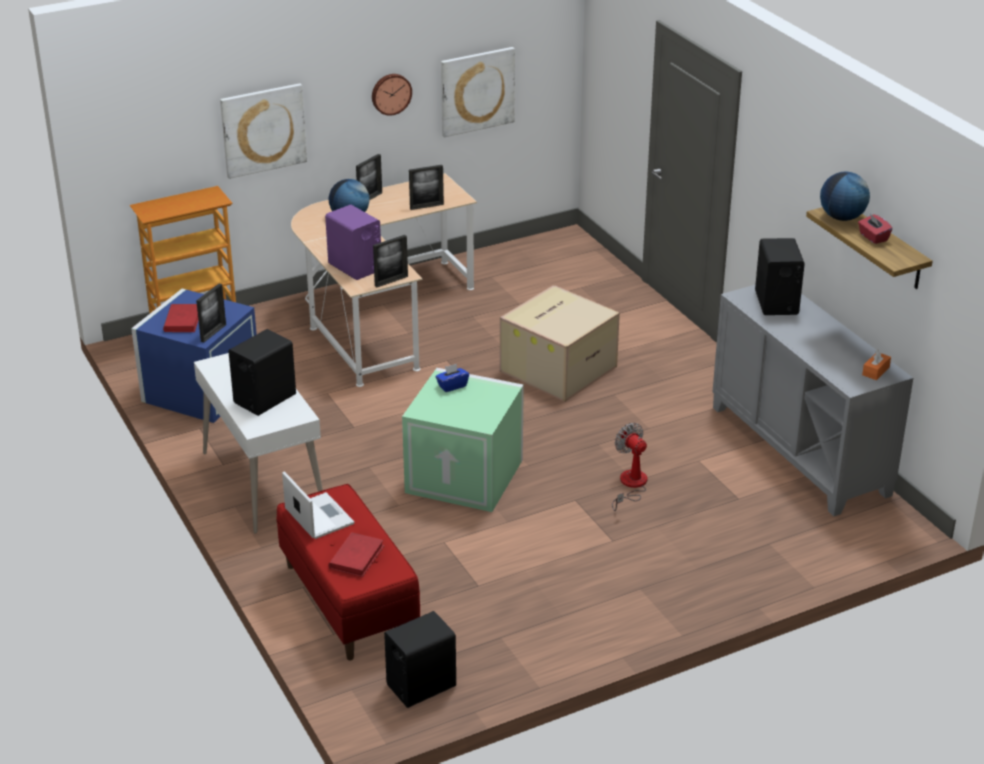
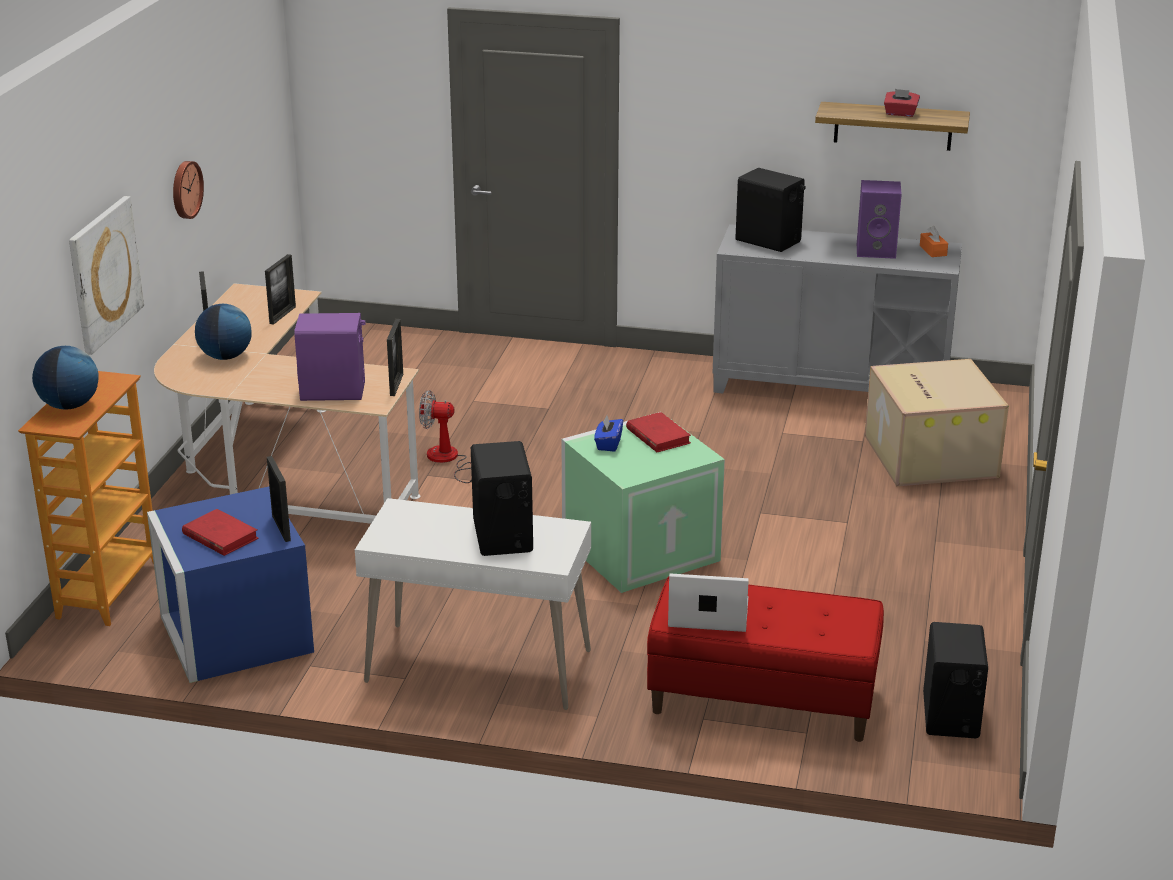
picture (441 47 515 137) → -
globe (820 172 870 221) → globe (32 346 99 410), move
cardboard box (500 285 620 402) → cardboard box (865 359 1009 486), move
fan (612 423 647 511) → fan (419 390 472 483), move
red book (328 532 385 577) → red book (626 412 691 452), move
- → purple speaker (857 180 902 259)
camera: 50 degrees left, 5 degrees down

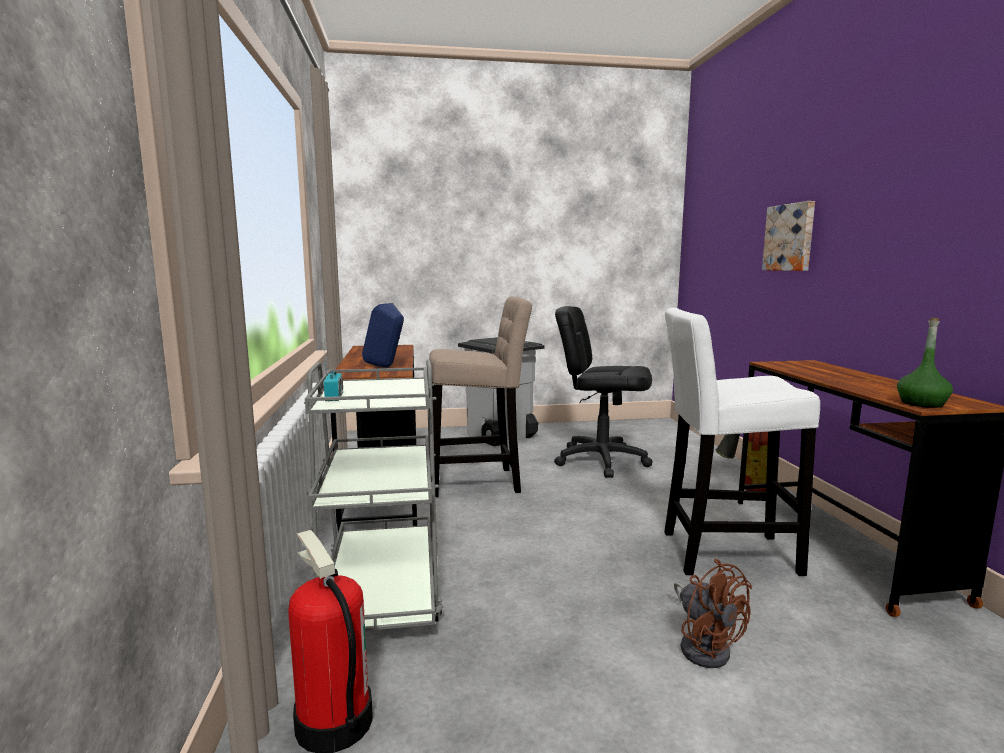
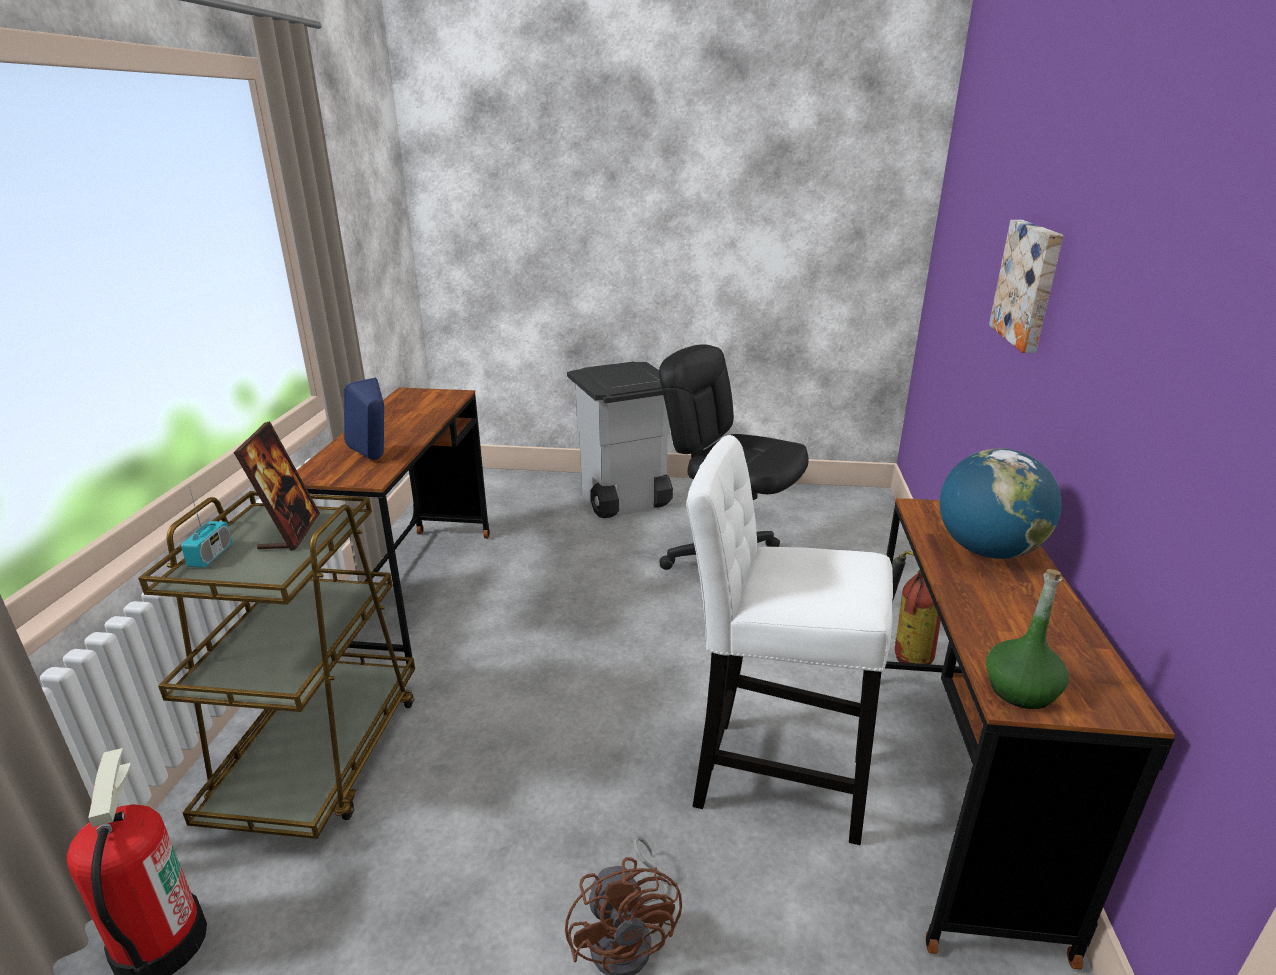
beige stool (429 297 532 497) → -
grey cart (304 359 443 631) → brown cart (138 491 415 839)
- → picture frame (233 421 320 551)
- → globe (939 448 1062 559)
camera: 15 degrees right, 15 degrees up

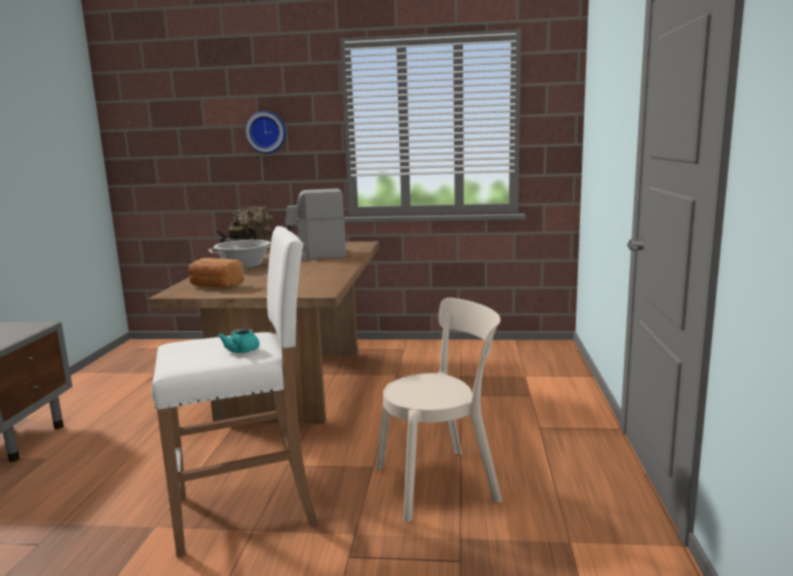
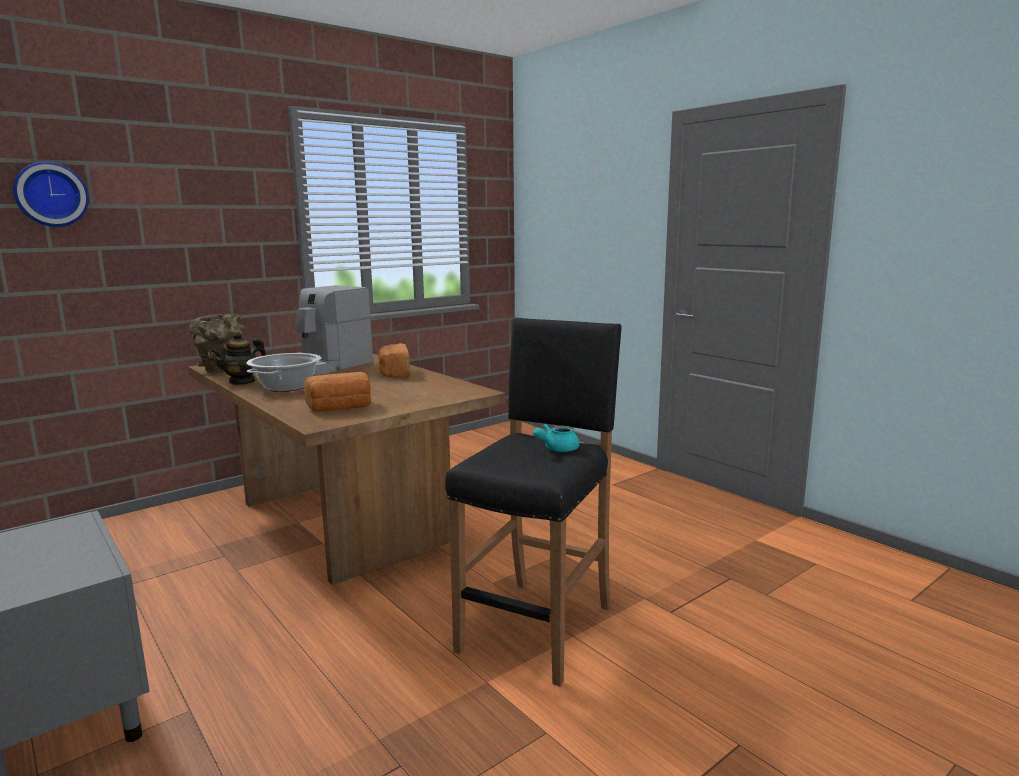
wall clock (246 111 286 154) → wall clock (13 161 89 227), move
white stool (151 226 319 558) → black stool (445 318 622 686)
beige chair (376 298 502 522) → -
turquoise teapot (218 328 259 353) → turquoise teapot (533 424 579 452), 105 degrees clockwise
- → bread (378 343 410 378)
camera: 45 degrees left, 0 degrees up

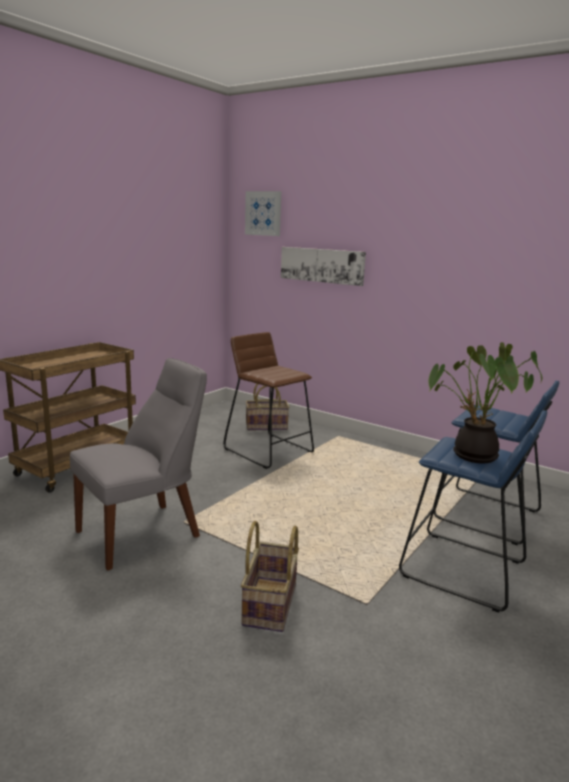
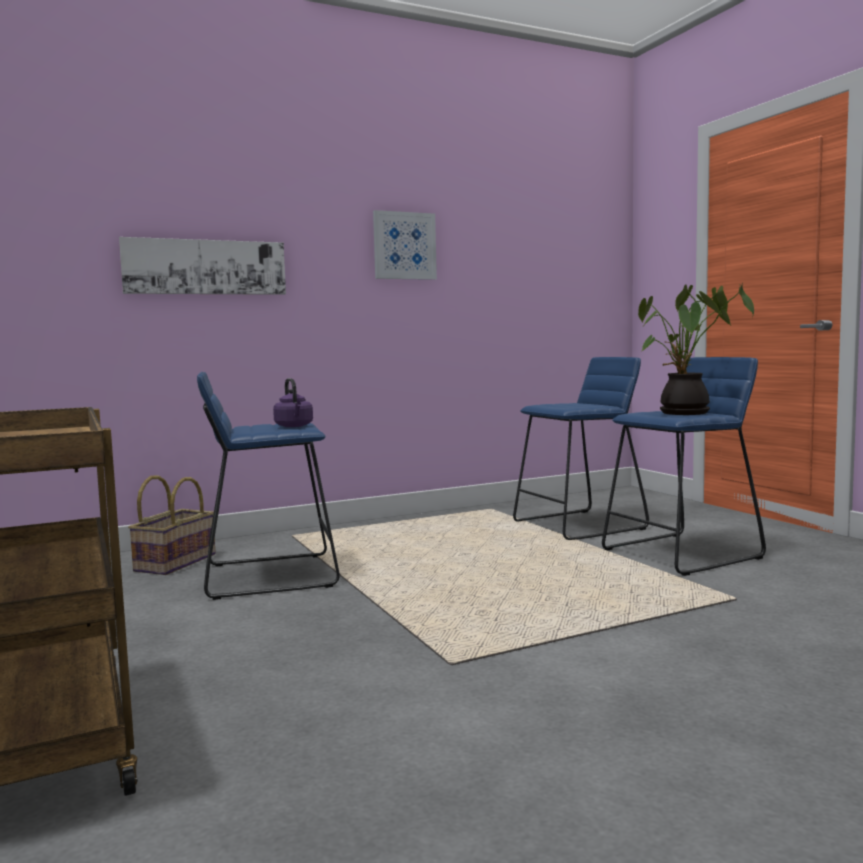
picture (245 191 281 236) → picture (373 210 437 280), move
brown stool (223 332 314 469) → blue stool (197 372 340 600)
grey chair (70 358 207 571) → -
basket (241 521 299 632) → -
- → purple kettle (273 378 313 427)
camera: 60 degrees left, 10 degrees down

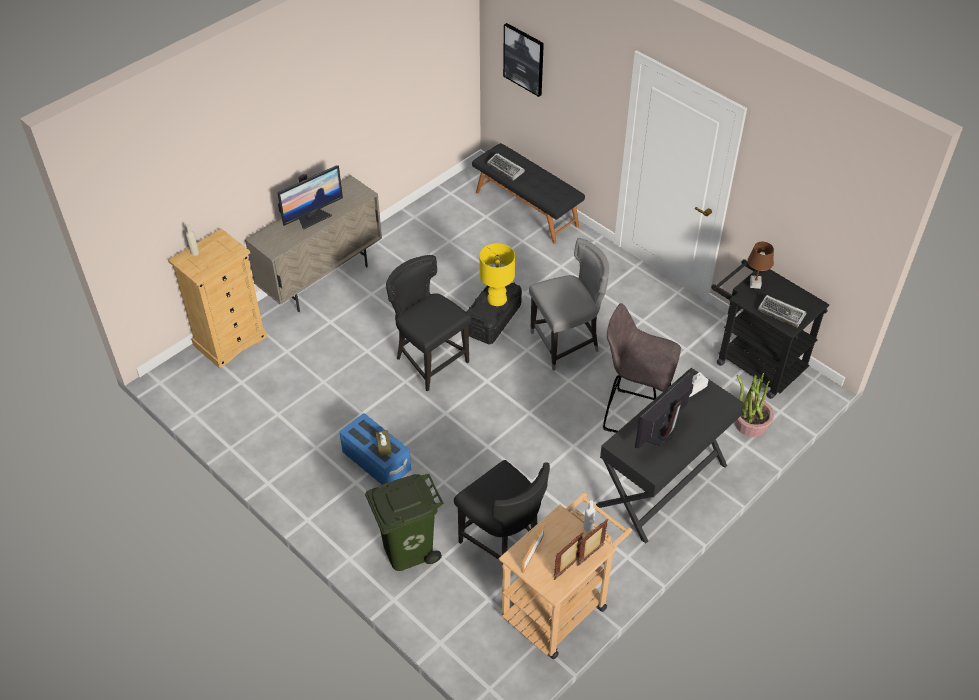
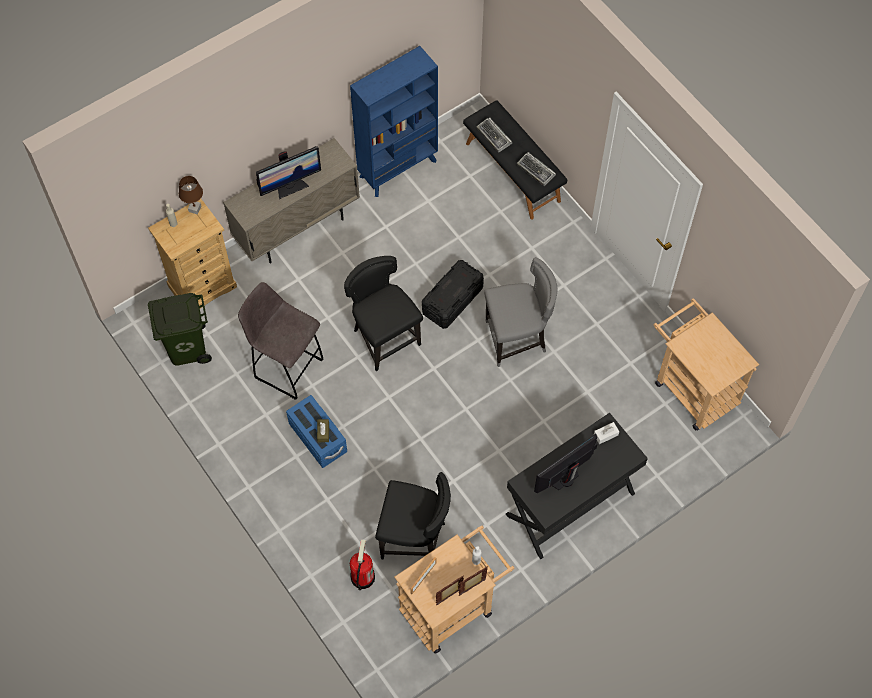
picture (503 23 544 97) → -
brown table lamp (747 242 774 289) → brown table lamp (179 176 203 214), move
yellow table lamp (479 243 515 306) → -
black cart (711 259 829 399) → beige cart (654 298 759 430)
keyboard (758 295 807 328) → keyboard (517 152 556 186), move
grey stool (603 303 681 433) → grey stool (238 282 323 400), move
potted plant (735 373 774 437) → -
black chair (454 460 550 565) → black chair (375 472 451 559), 45 degrees counterclockwise
green trash can (365 474 443 571) → green trash can (148 293 212 366), move
- → blue bookcase (350 46 438 197)
- → fire extinguisher (350 540 375 590)
camera: 10 degrees right, 15 degrees up

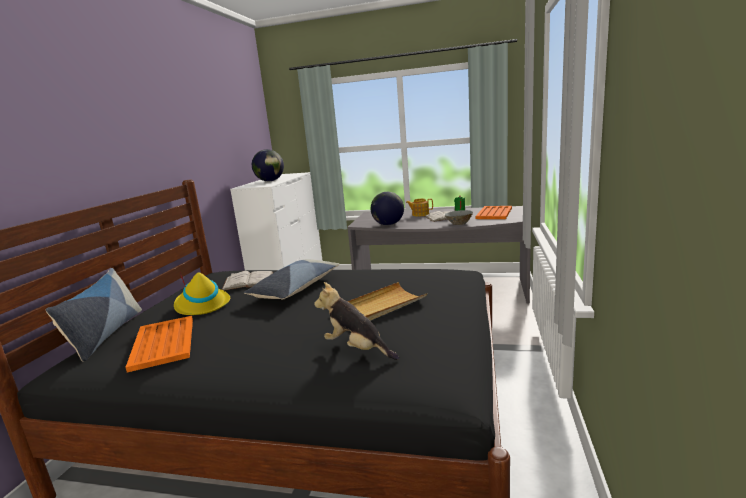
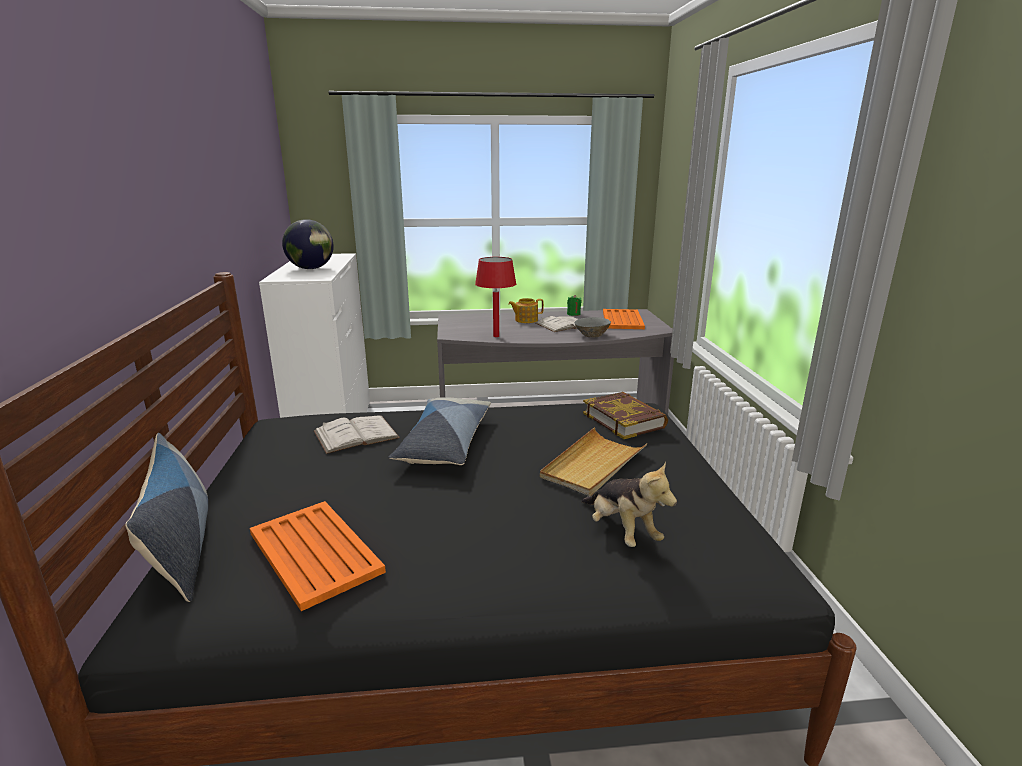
globe (371 192 404 225) → red table lamp (475 257 516 337)
yellow hat (174 272 230 315) → -
plush toy (314 282 399 360) → plush toy (581 462 677 547), 135 degrees counterclockwise
- → book (583 392 668 439)
camera: 20 degrees left, 5 degrees up

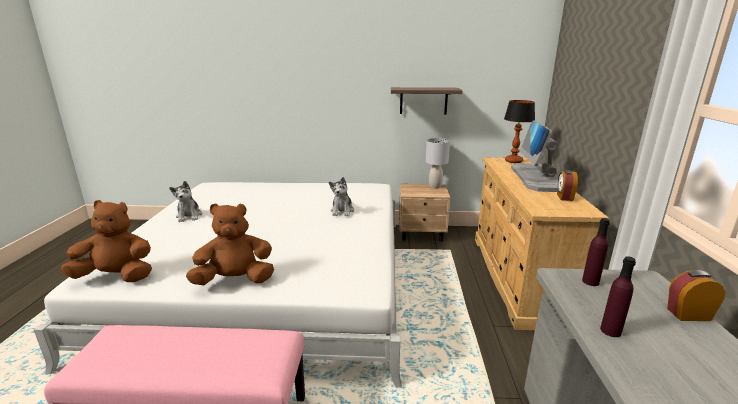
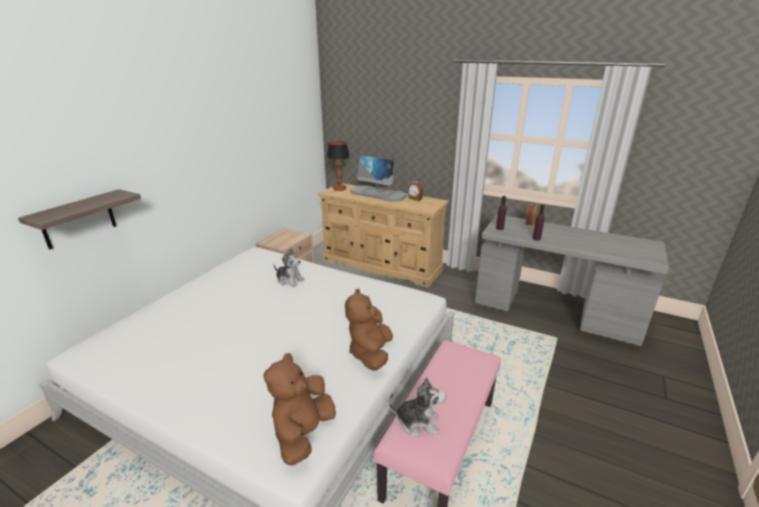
shelf (391 87 462 114) → shelf (18 189 141 250), move
grey table lamp (425 138 450 189) → -
plush toy (169 181 202 222) → plush toy (389 377 446 437), move
camera: 65 degrees left, 5 degrees up

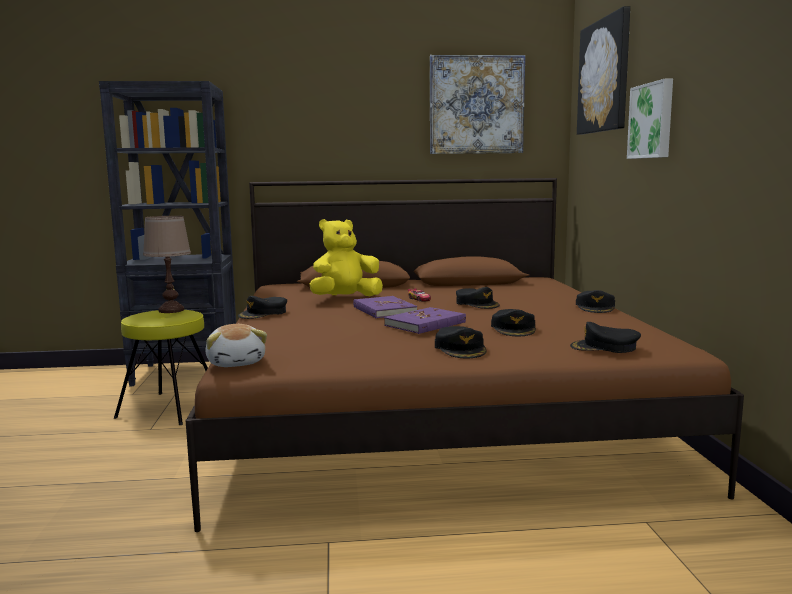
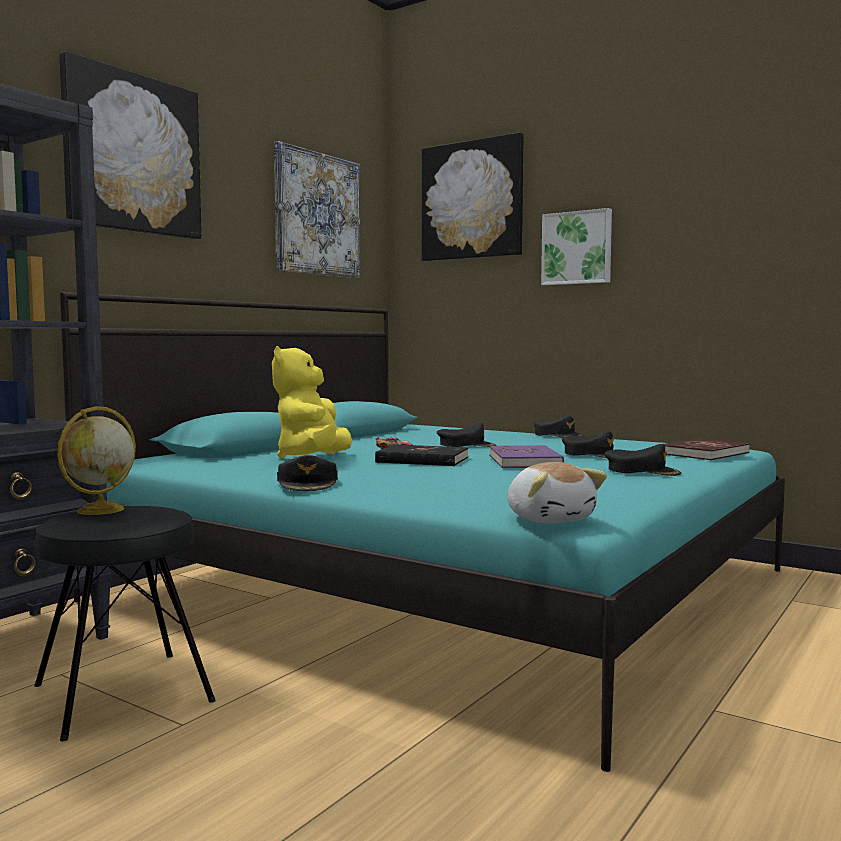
brown bed (185 178 744 532) → turquoise bed (60 292 785 772)
brown table lamp (143 216 191 313) → globe (57 406 136 515)
purple book (353 296 417 318) → black book (375 445 468 466)
yellow stool (114 310 208 425) → black stool (34 506 216 741)
black cap (570 322 641 353) → red book (664 438 750 460)
plush toy (205 324 267 367) → plush toy (507 462 607 524), 45 degrees clockwise
- → picture (59 51 202 239)
camera: 50 degrees left, 5 degrees down

